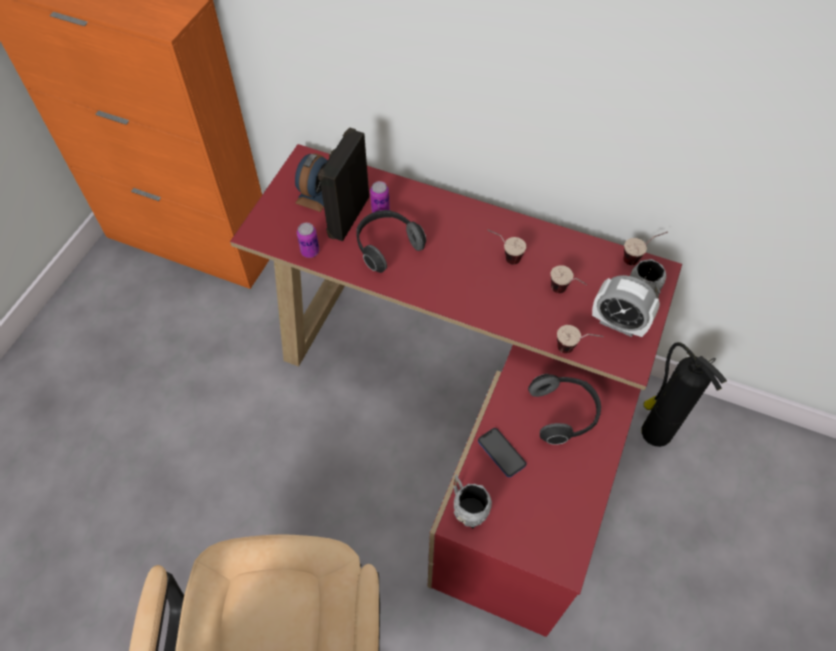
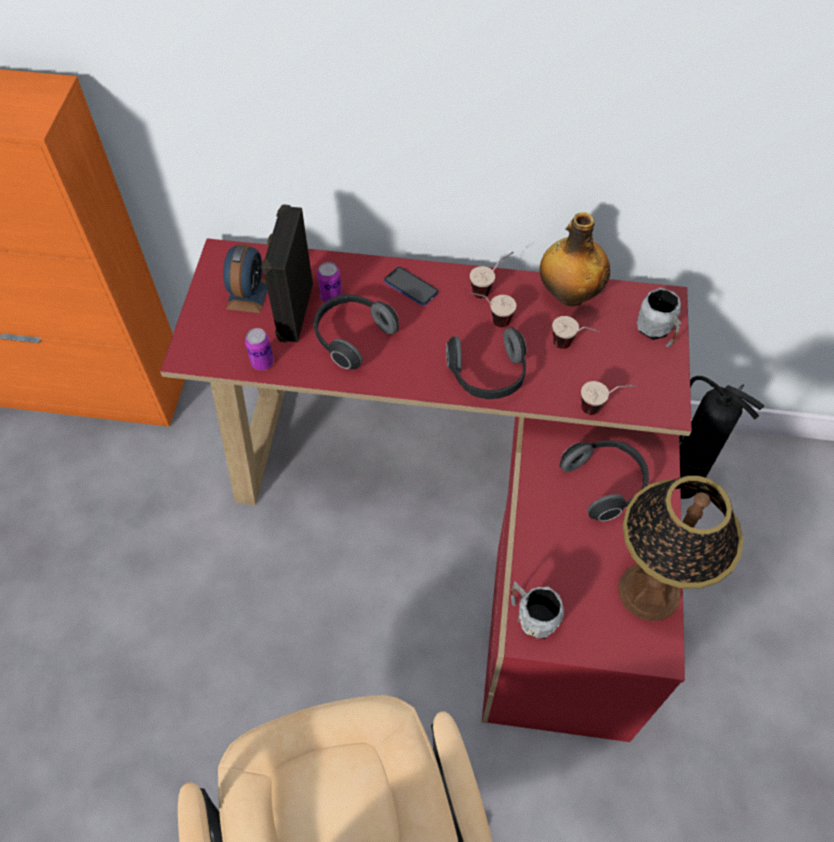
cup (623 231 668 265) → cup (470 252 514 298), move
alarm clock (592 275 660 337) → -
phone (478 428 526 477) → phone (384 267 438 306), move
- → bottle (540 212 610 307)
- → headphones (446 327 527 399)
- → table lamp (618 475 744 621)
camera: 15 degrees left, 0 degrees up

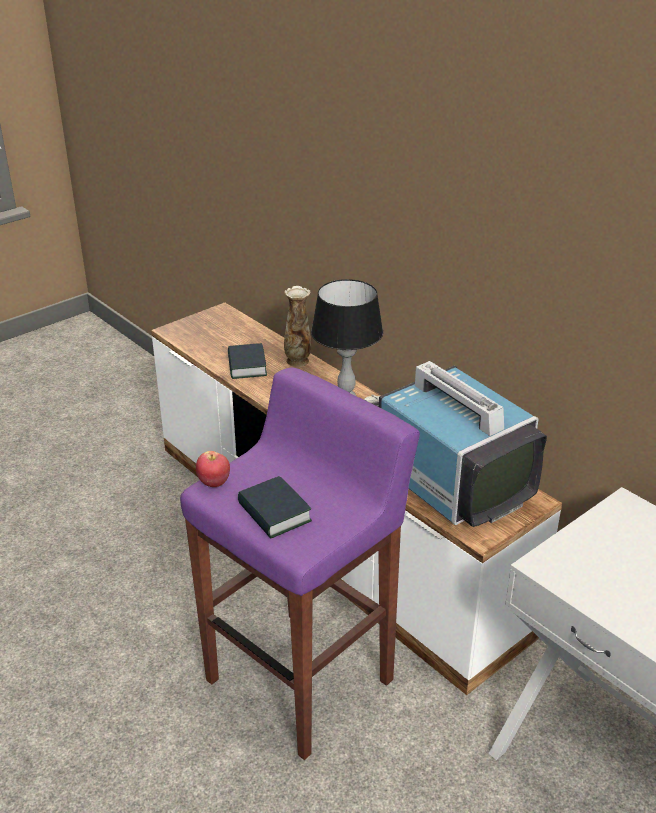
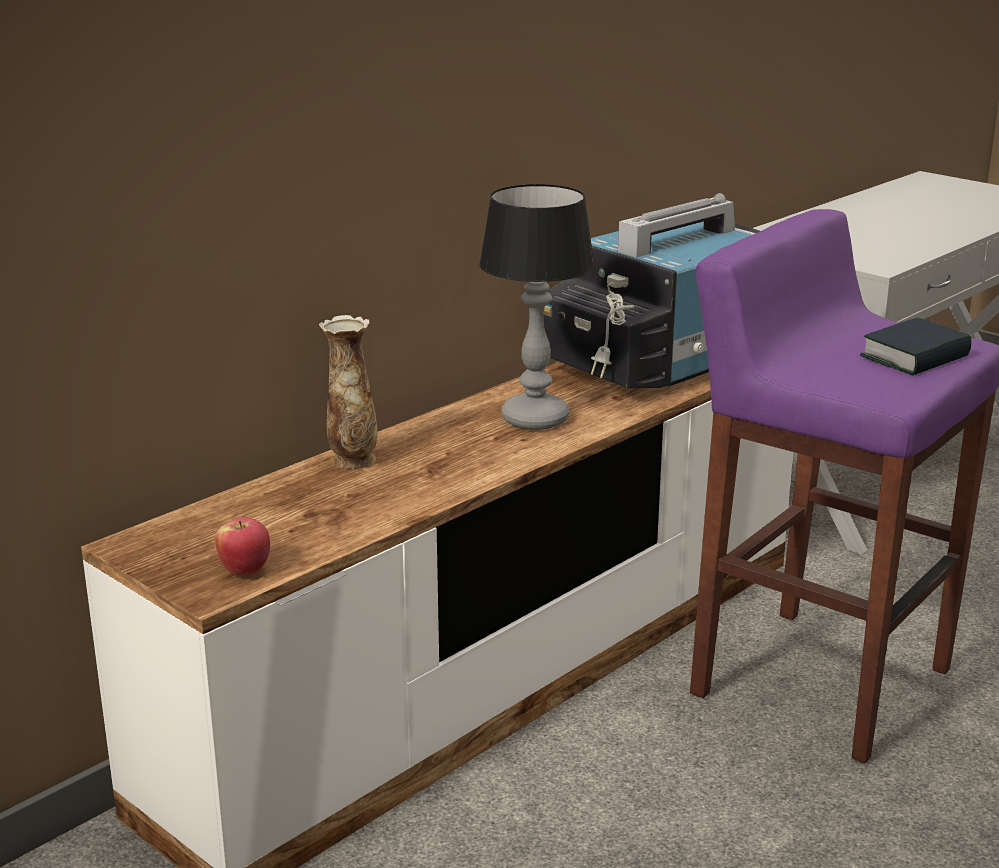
book (228 343 267 379) → -
apple (196 451 230 487) → apple (215 517 270 577), move
camera: 95 degrees left, 10 degrees down

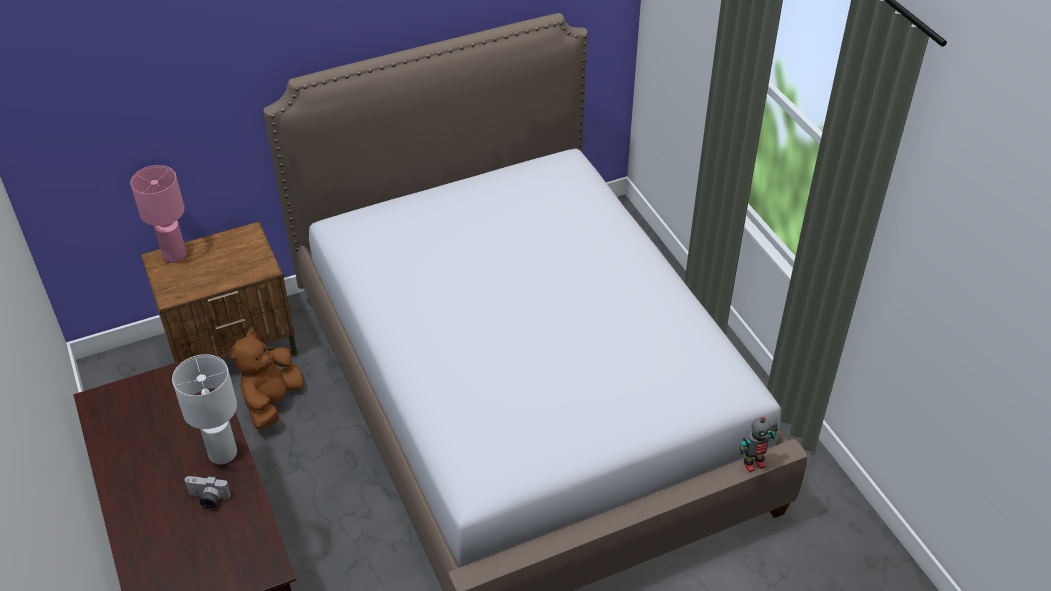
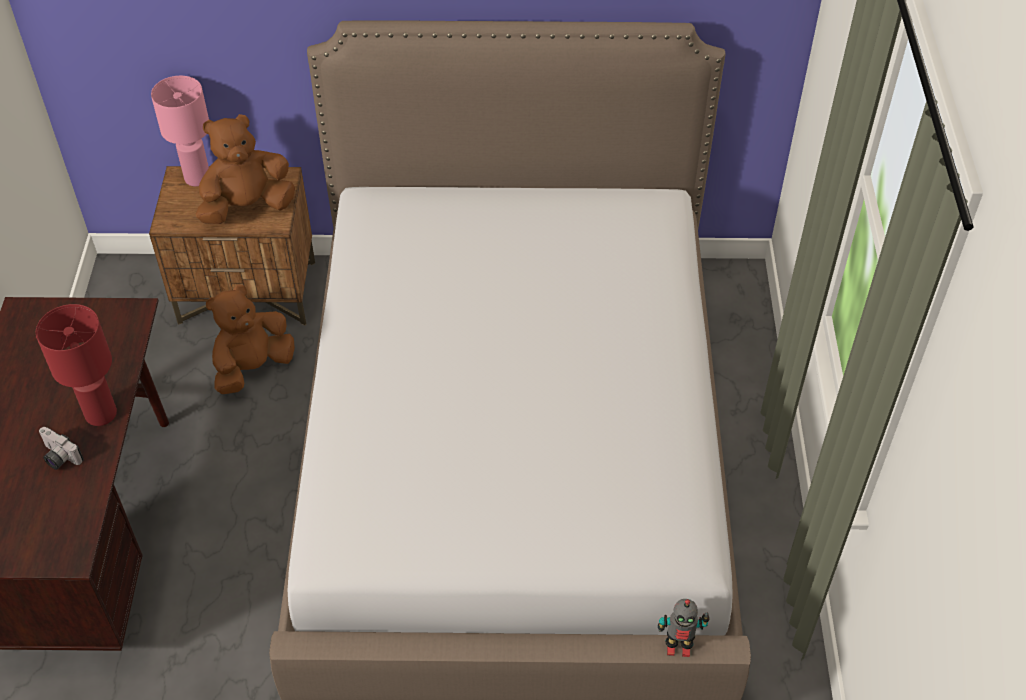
white table lamp (172 354 237 464) → red table lamp (36 304 117 426)
- → brown plush toy (196 114 295 224)
camera: 25 degrees right, 5 degrees up

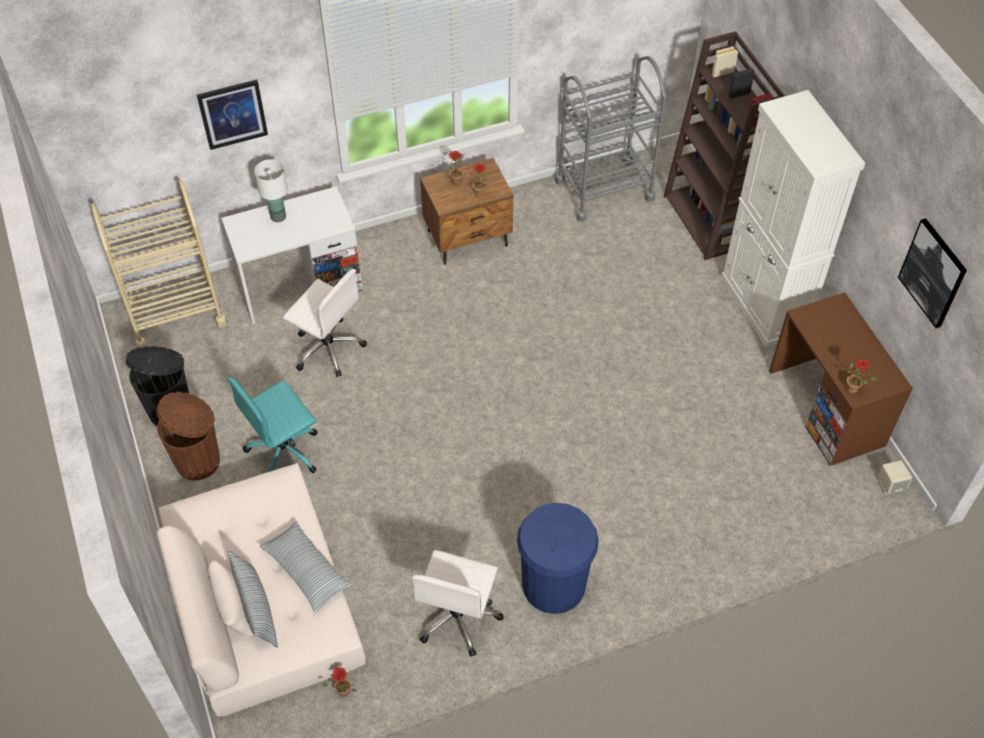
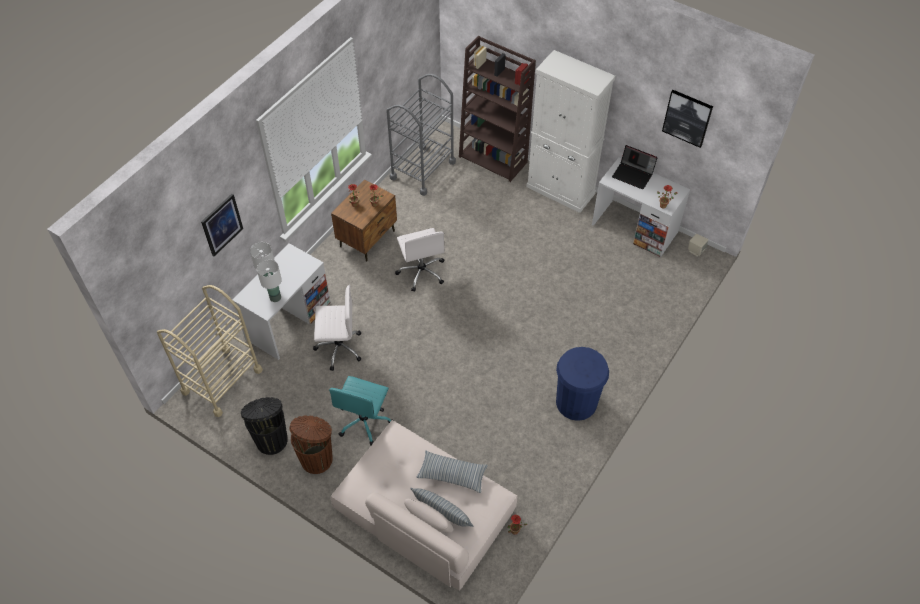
brown desk (769 292 913 465) → white desk (592 157 690 257)
white office chair (412 550 504 656) → white office chair (395 228 445 292), move
- → laptop (612 145 658 189)
- → white table lamp (257 260 282 302)
camera: 35 degrees left, 0 degrees up

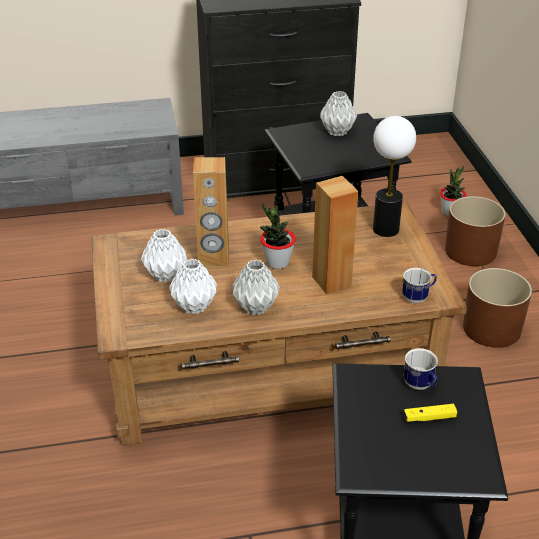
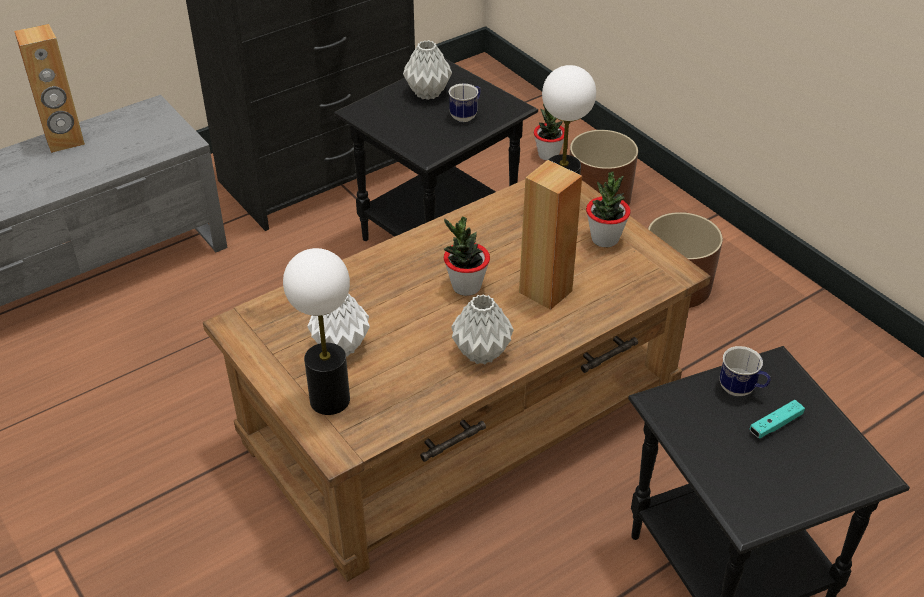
brown speaker (193 157 229 266) → brown speaker (14 24 85 153), move
white vase (169 259 217 314) → -
mug (402 268 437 304) → mug (448 83 481 122), move
yellow game controller (404 404 457 422) → turquoise game controller (750 400 805 438)
- → potted plant (586 172 631 247)
- → table lamp (283 248 350 415)
camera: 25 degrees left, 5 degrees up

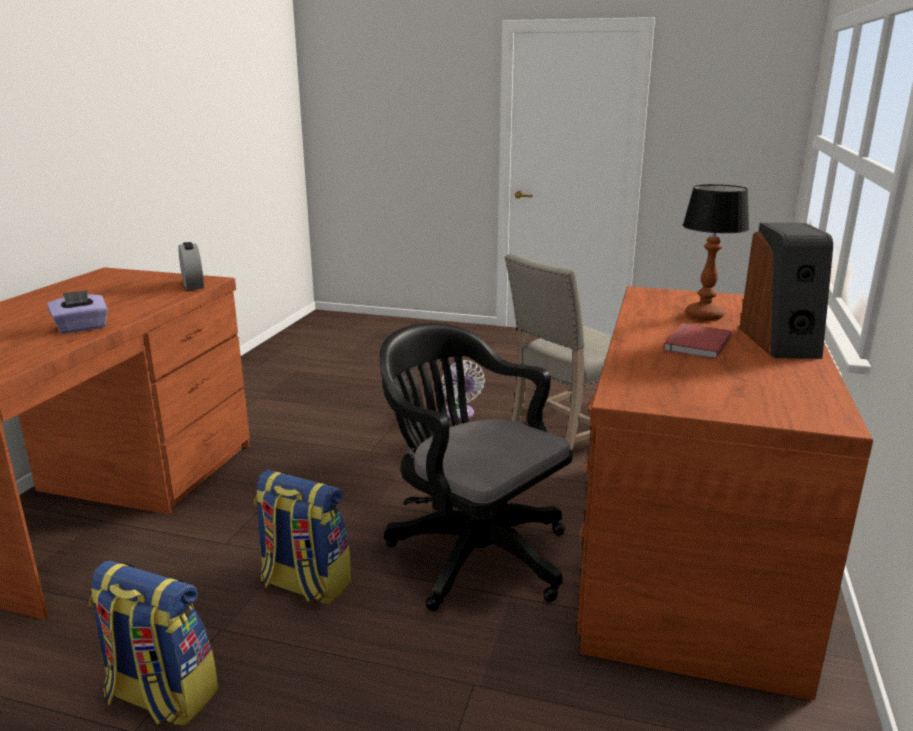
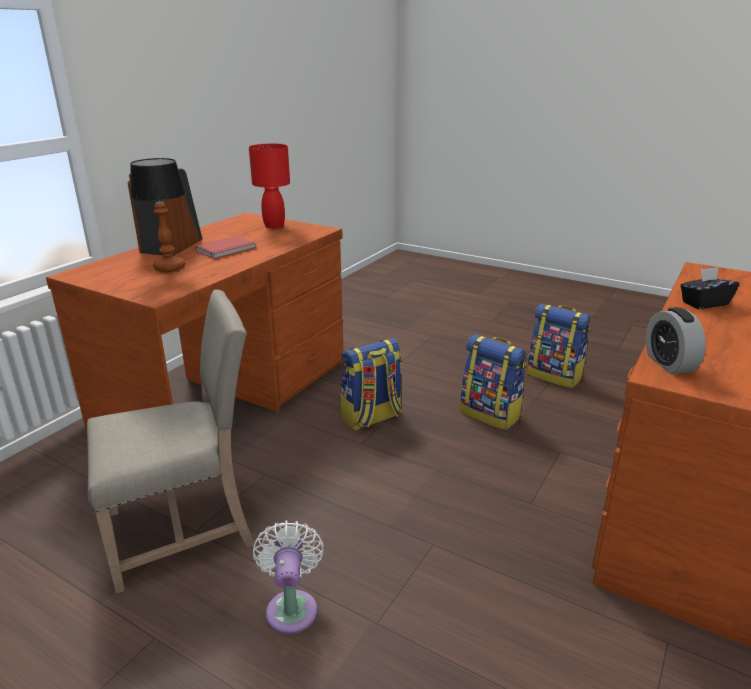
purple tissue box (47 290 108 334) → black tissue box (680 267 739 309)
black office chair (380 323 573 611) → backpack (341 338 402 431)
- → red table lamp (249 143 290 228)
camera: 165 degrees left, 5 degrees up

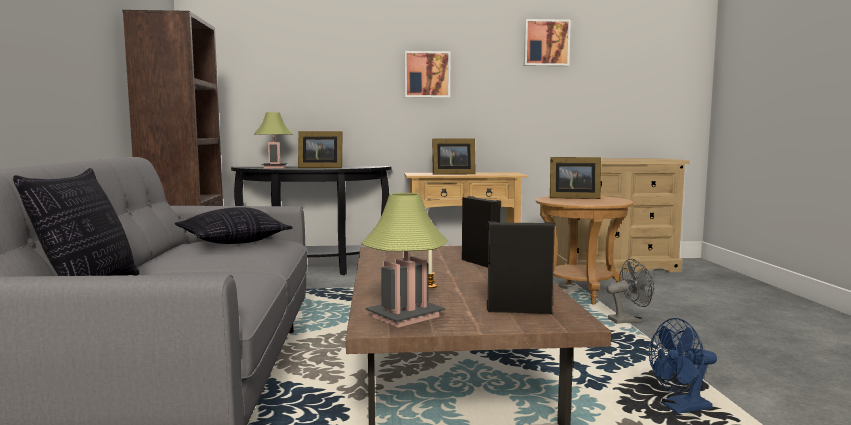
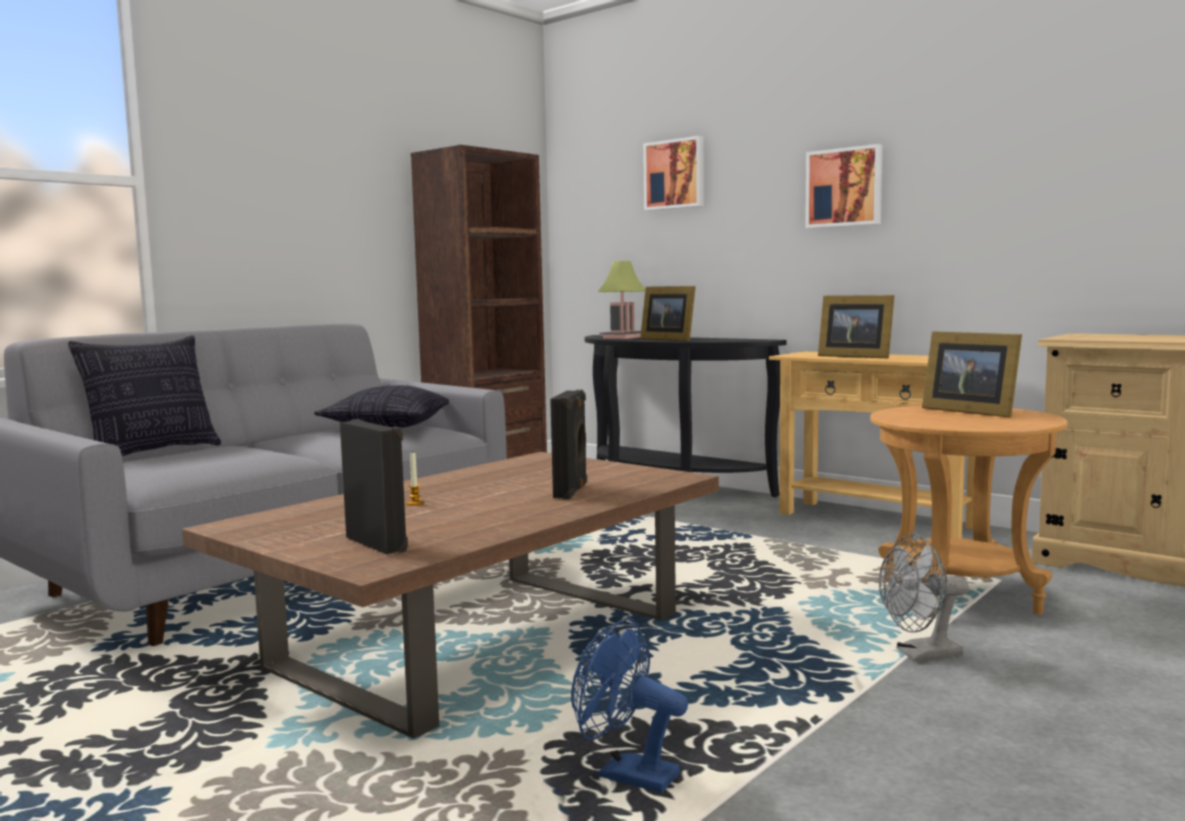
picture (524 19 571 66) → picture (643 136 704 211), move
table lamp (361 193 448 328) → -
grey fan (607 259 654 324) → grey fan (879 534 969 662), 135 degrees clockwise
camera: 45 degrees right, 0 degrees up

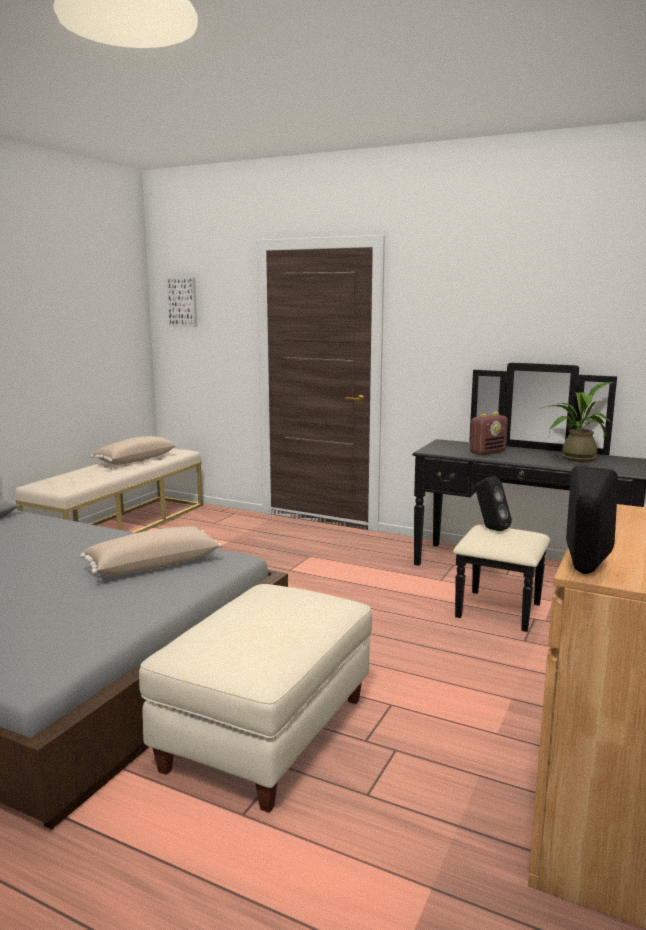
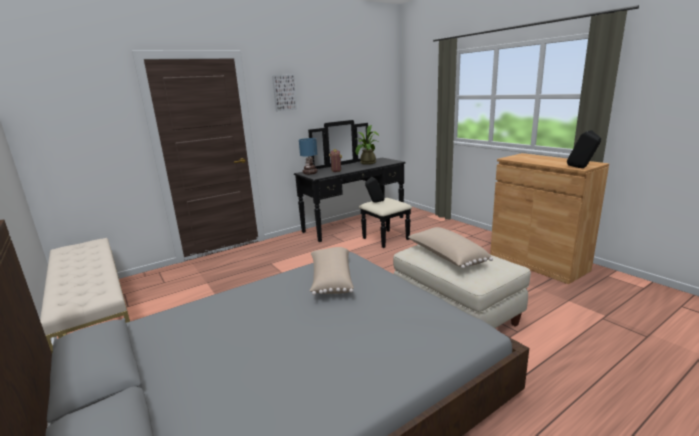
picture (167 277 197 327) → picture (272 75 297 111), move
beige pillow (90 436 177 465) → beige pillow (408 227 493 269), move
- → table lamp (299 138 318 175)
camera: 60 degrees left, 5 degrees up

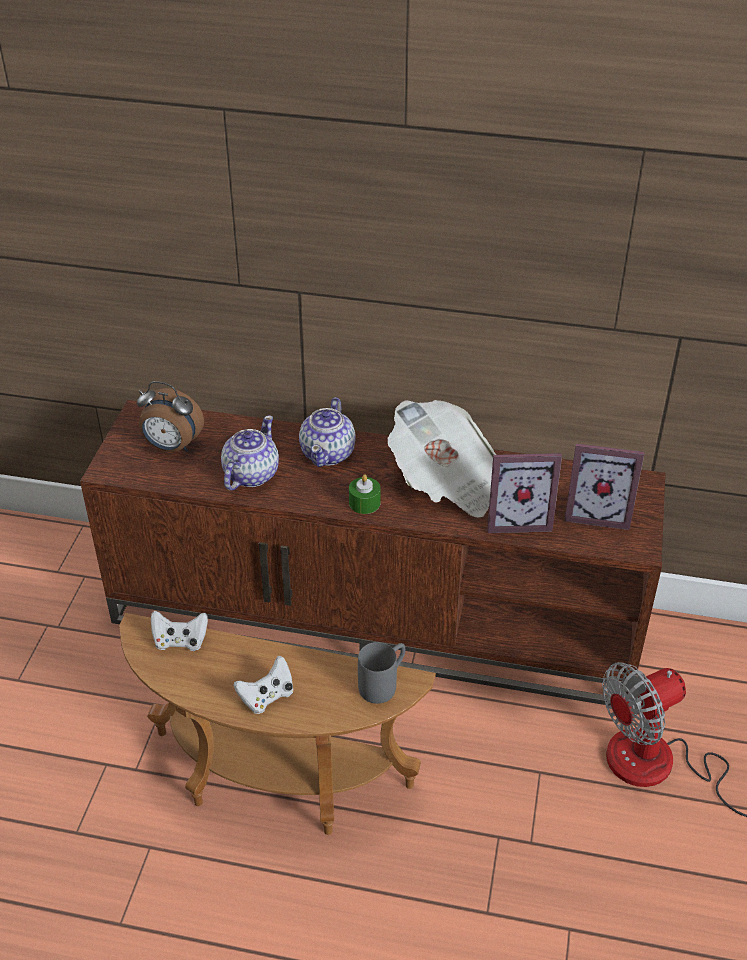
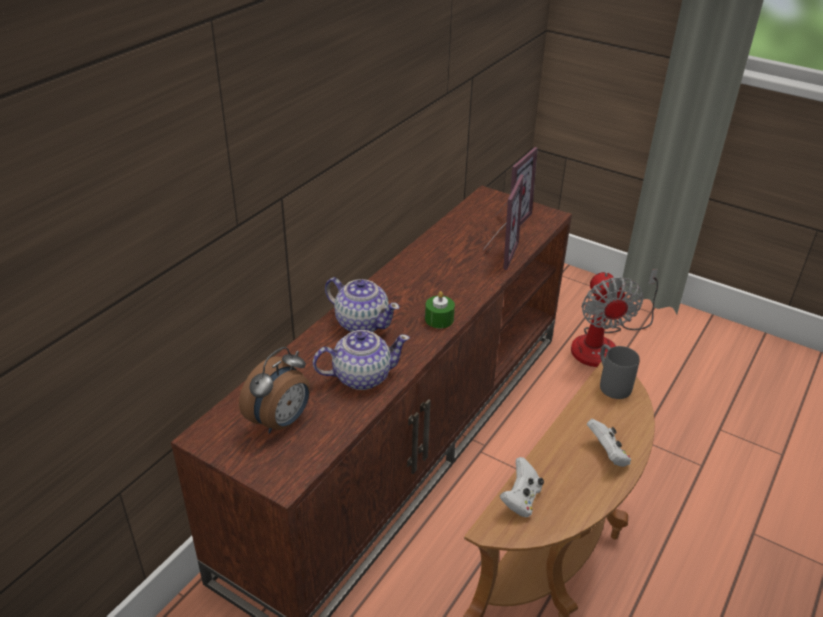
newspaper (387 400 496 518) → -
teapot (221 416 279 491) → teapot (313 330 410 390), 120 degrees clockwise
camera: 70 degrees left, 5 degrees down

